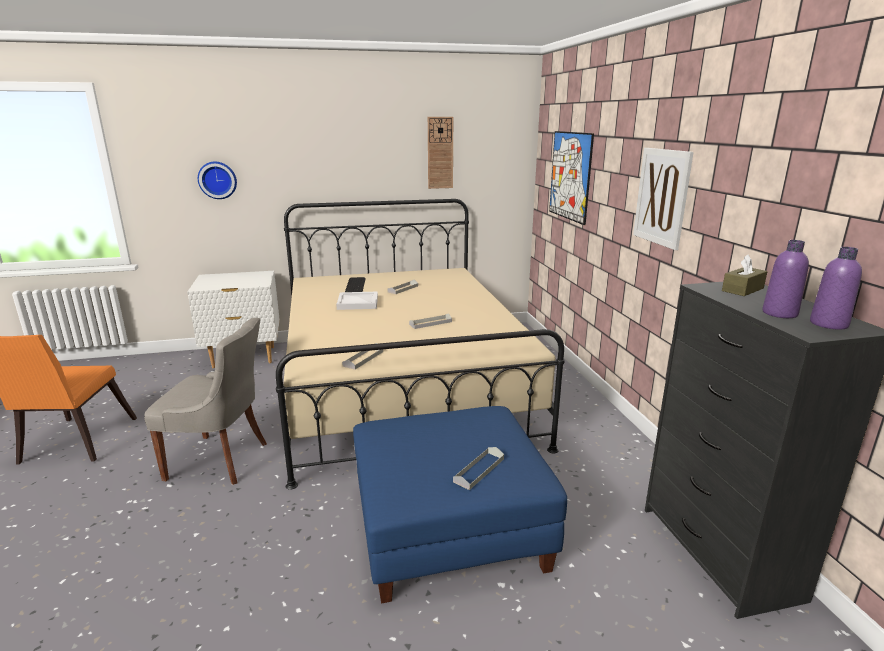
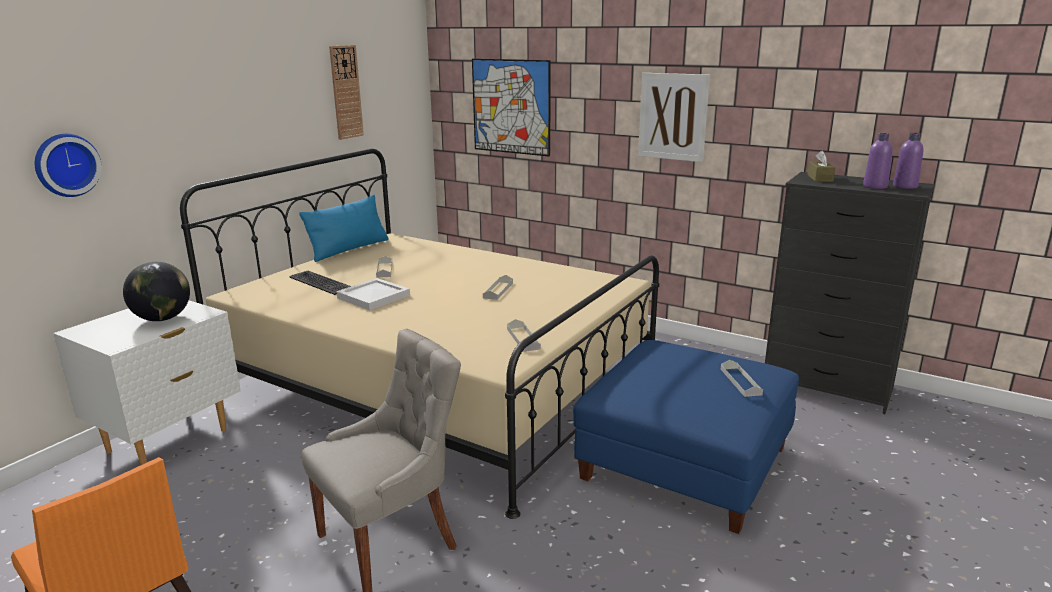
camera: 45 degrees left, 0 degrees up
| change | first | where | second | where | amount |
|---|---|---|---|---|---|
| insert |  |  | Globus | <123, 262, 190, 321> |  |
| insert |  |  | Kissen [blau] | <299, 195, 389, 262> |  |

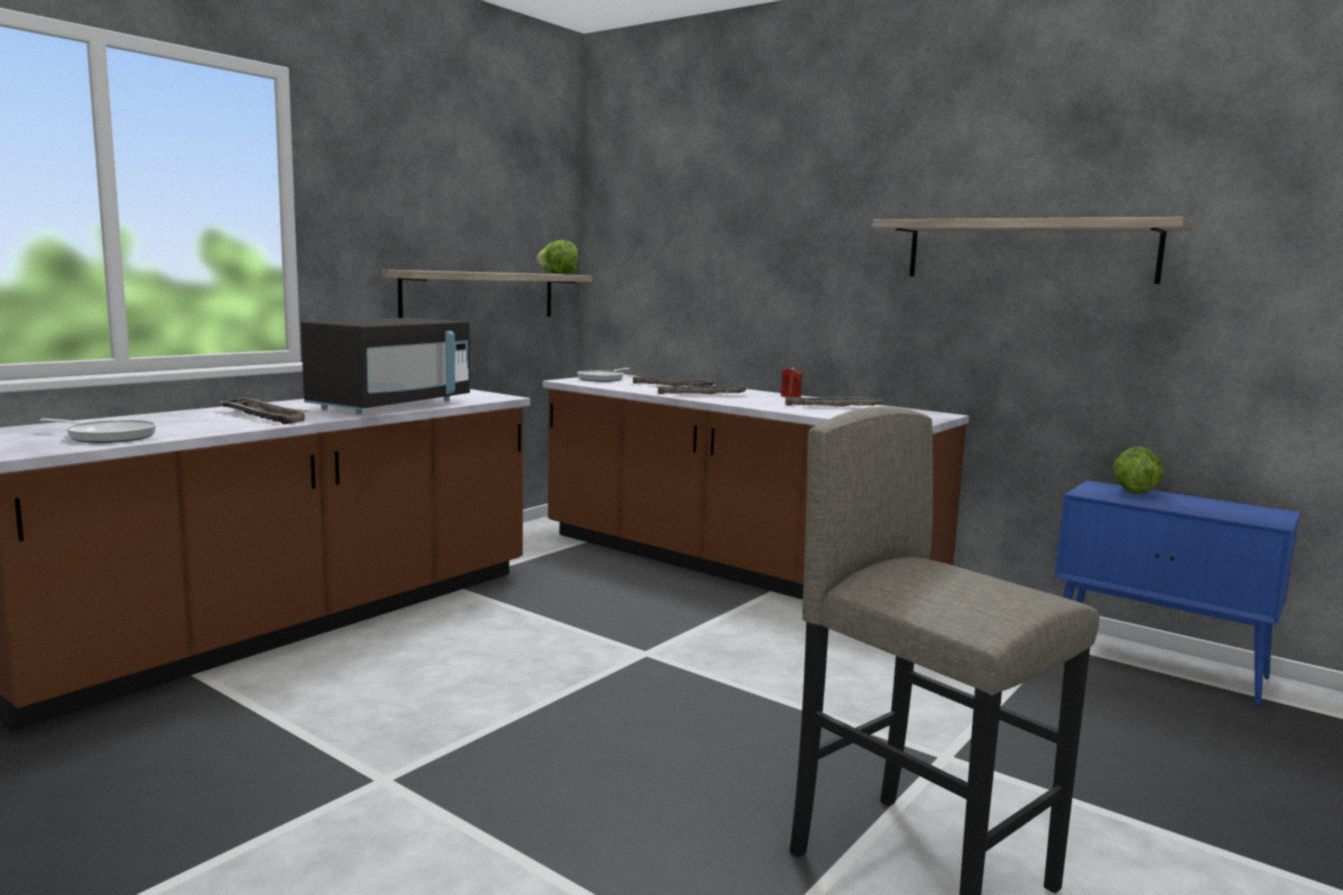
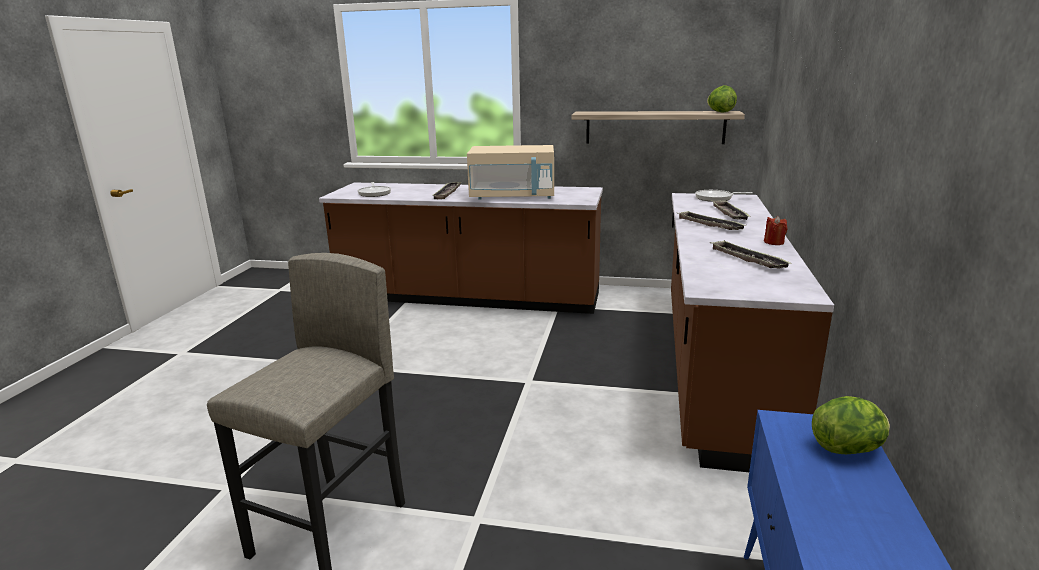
camera: 65 degrees right, 10 degrees up
| change | first | where | second | where | amount |
|---|---|---|---|---|---|
| recolor | Mikrowelle [schwarz] | <301, 318, 470, 414> | Mikrowelle [beige] | <467, 145, 554, 200> |  |
| delete | Wandregal | <872, 217, 1194, 284> |  |  |  |

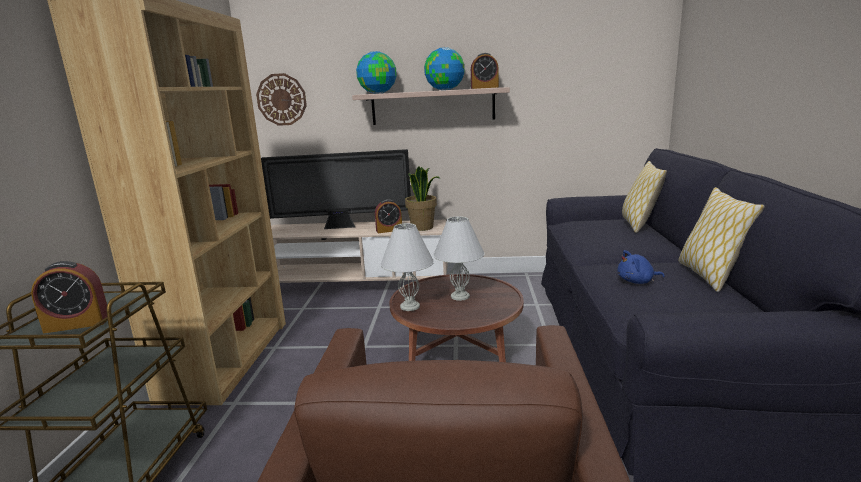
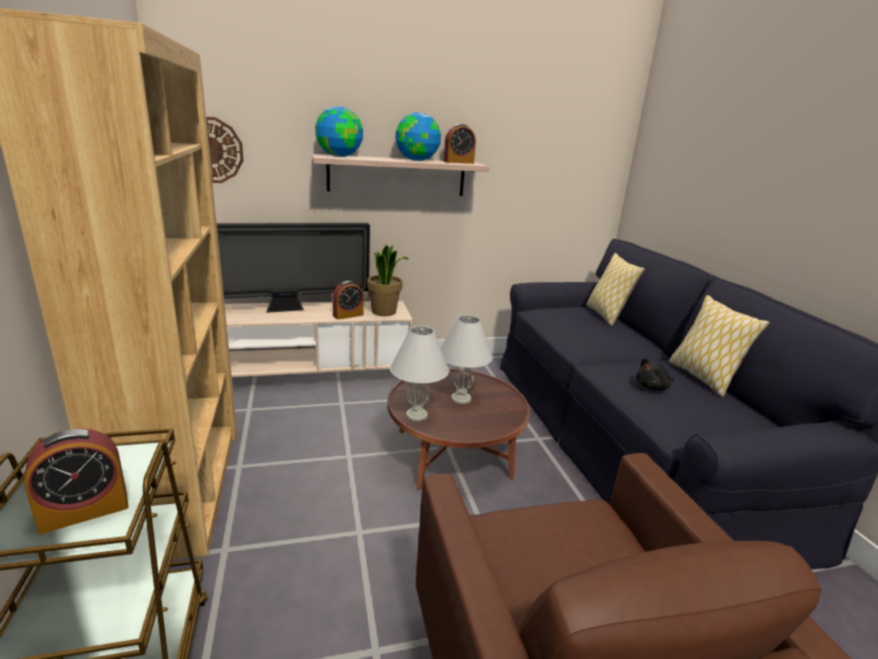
camera: 20 degrees left, 5 degrees up
| change | first | where | second | where | amount |
|---|---|---|---|---|---|
| recolor | Plüschtier [blau] | <617, 250, 665, 284> | Plüschtier [schwarz] | <636, 358, 674, 391> |  |

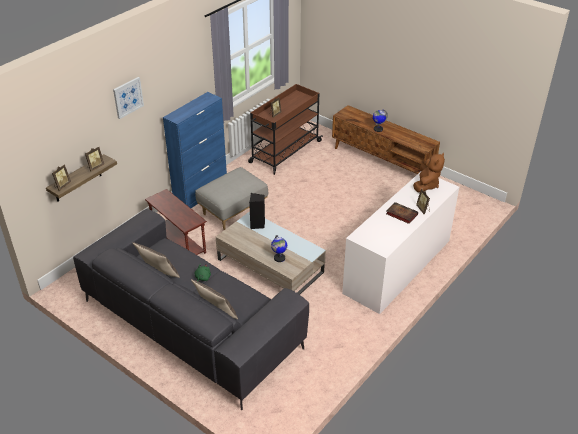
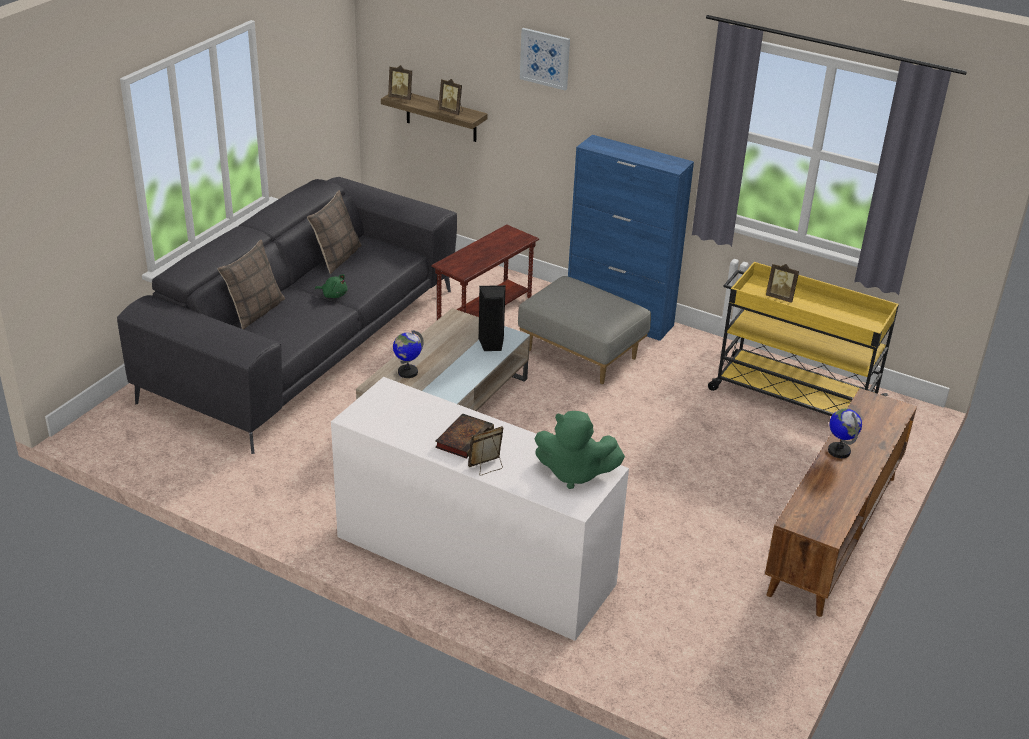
camera: 80 degrees right, 5 degrees down
| change | first | where | second | where | amount |
|---|---|---|---|---|---|
| recolor | Rollwagen [braun] | <248, 84, 323, 175> | Rollwagen [gelb] | <708, 262, 899, 416> |  |
| recolor | Plüschtier [braun] | <413, 153, 445, 192> | Plüschtier [grün] | <534, 411, 625, 489> |  |

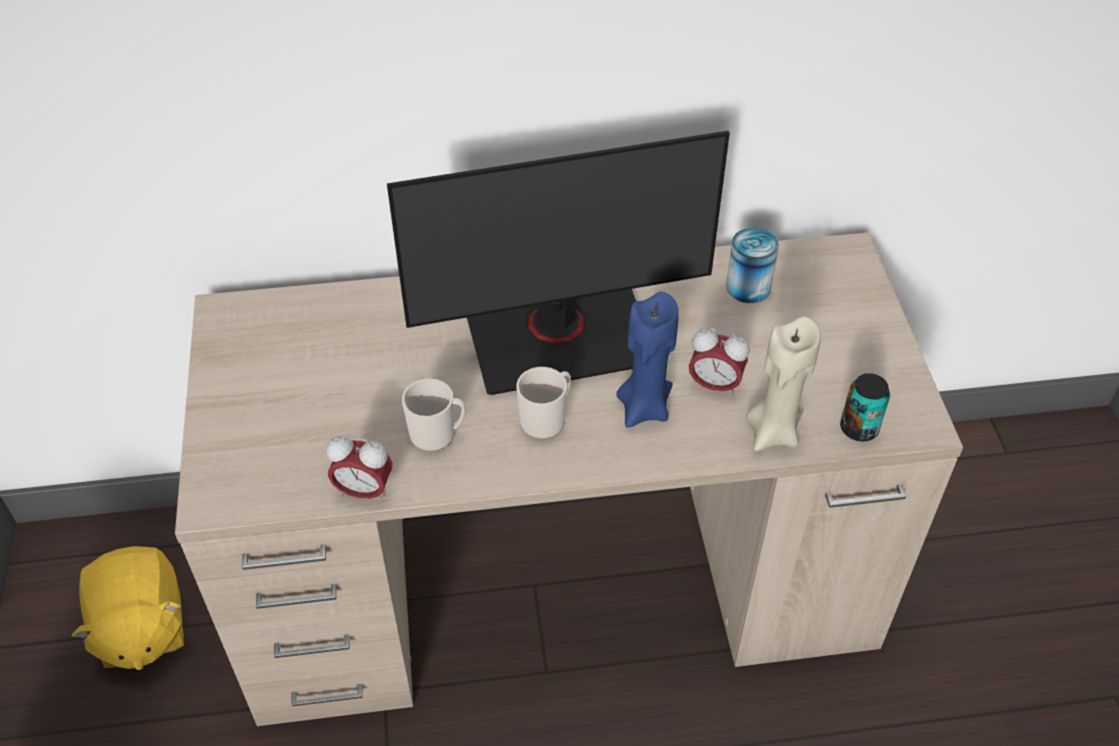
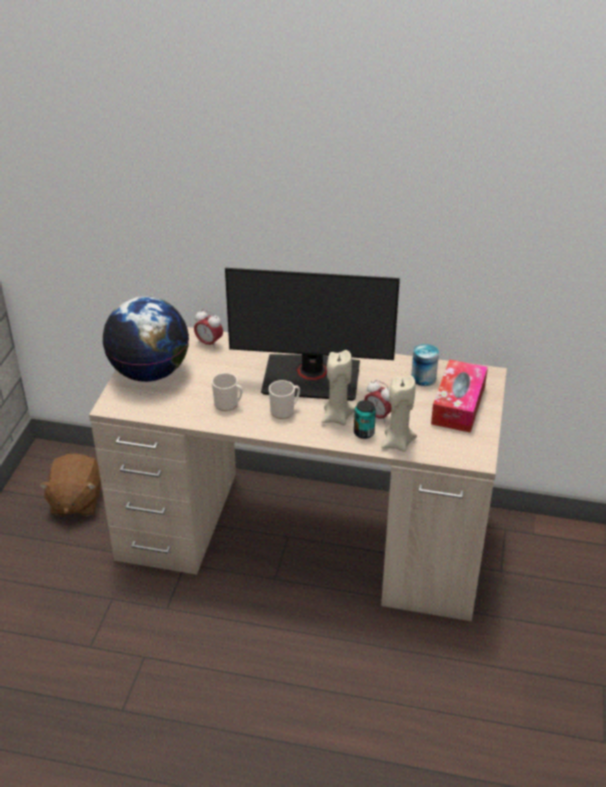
camera: 20 degrees right, 10 degrees down
| change | first | where | second | where | amount |
|---|---|---|---|---|---|
| recolor | Plüschtier [gelb] | <72, 546, 184, 670> | Plüschtier [braun] | <39, 453, 101, 516> |  |
| move | Wecker | <326, 435, 393, 503> |  | <194, 309, 223, 349> |  |
| recolor | Kerze [blau] | <616, 292, 679, 428> | Kerze [beige] | <322, 350, 355, 425> |  |
| move | Dose | <840, 373, 890, 441> |  | <354, 400, 376, 439> |  |
| insert |  |  | Globus | <102, 296, 189, 382> |  |
| insert |  |  | Taschentuchbox | <431, 359, 488, 433> |  |

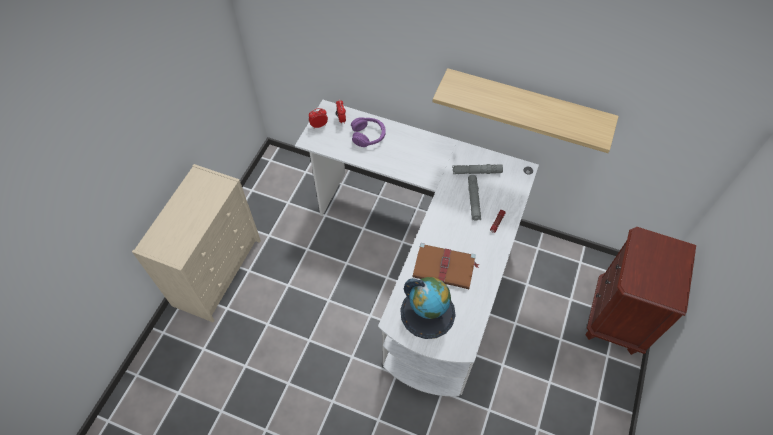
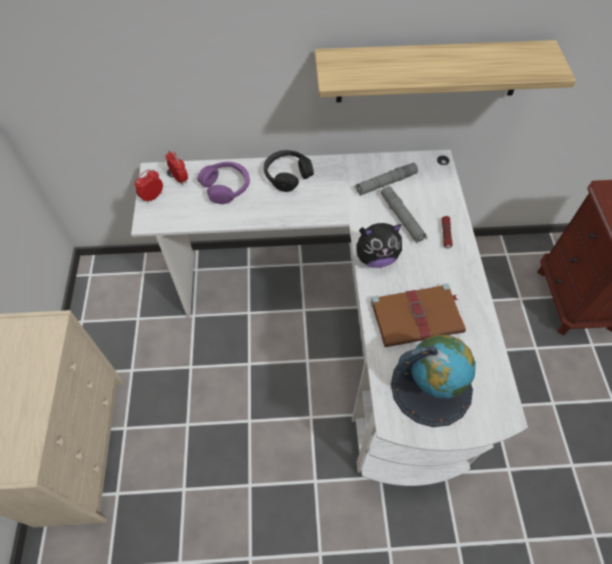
camera: 25 degrees left, 0 degrees up
| change | first | where | second | where | amount |
|---|---|---|---|---|---|
| insert |  |  | Kopfhörer [schwarz] | <264, 150, 314, 192> |  |
| insert |  |  | Plüschtier | <356, 223, 402, 268> |  |

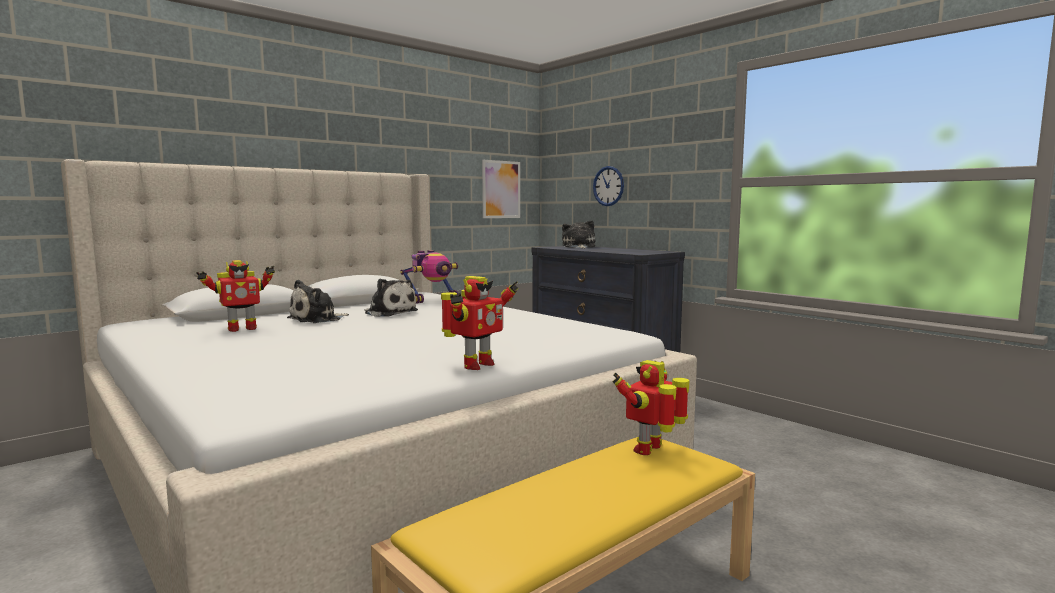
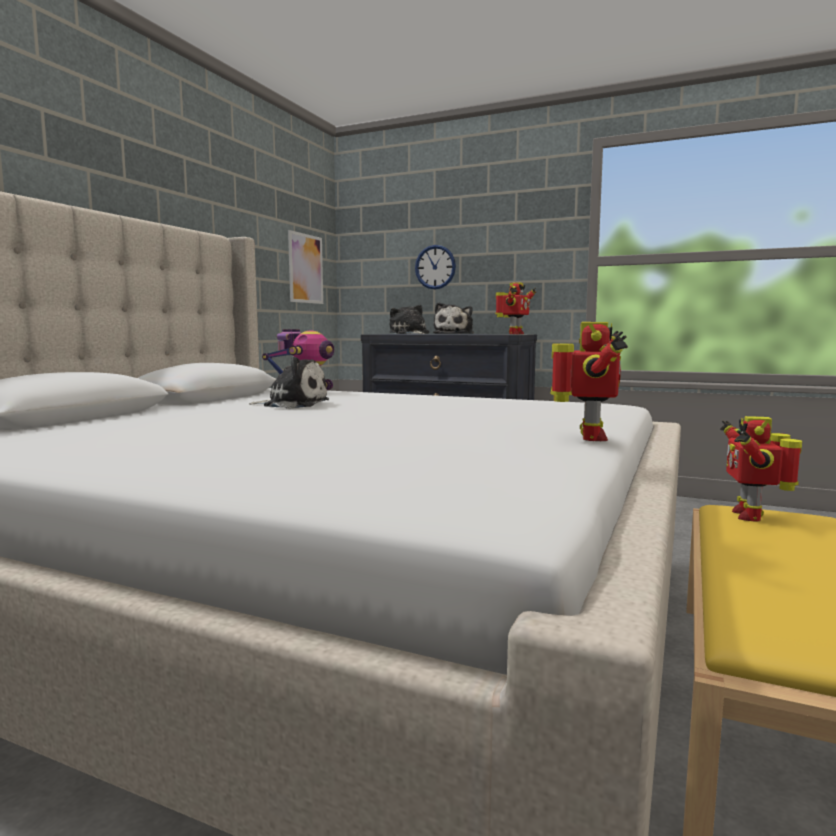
camera: 25 degrees left, 0 degrees up
| change | first | where | second | where | amount |
|---|---|---|---|---|---|
| move | Spielzeugroboter | <196, 260, 275, 332> |  | <495, 282, 536, 334> |  |
| move | Plüschtier | <287, 280, 349, 323> |  | <433, 303, 474, 334> |  |

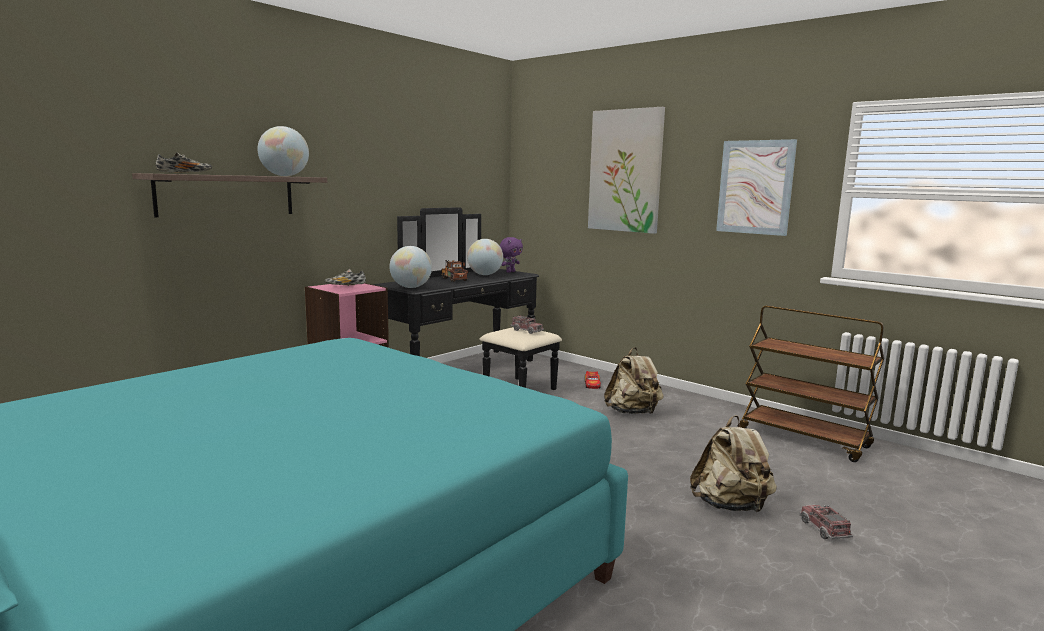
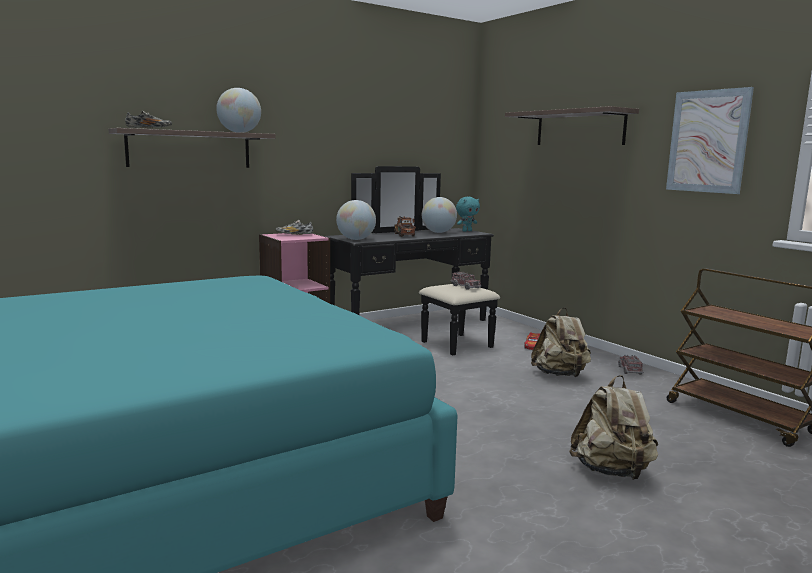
camera: 15 degrees right, 0 degrees up
| change | first | where | second | where | amount |
|---|---|---|---|---|---|
| recolor | Plüschtier [lila] | <499, 237, 523, 273> | Plüschtier [türkis] | <456, 197, 480, 232> |  |
| replace | Bild | <588, 107, 665, 234> | Wandregal | <505, 106, 639, 145> |  |
| move | Spielzeuglaster | <799, 504, 853, 539> |  | <618, 355, 644, 375> |  |

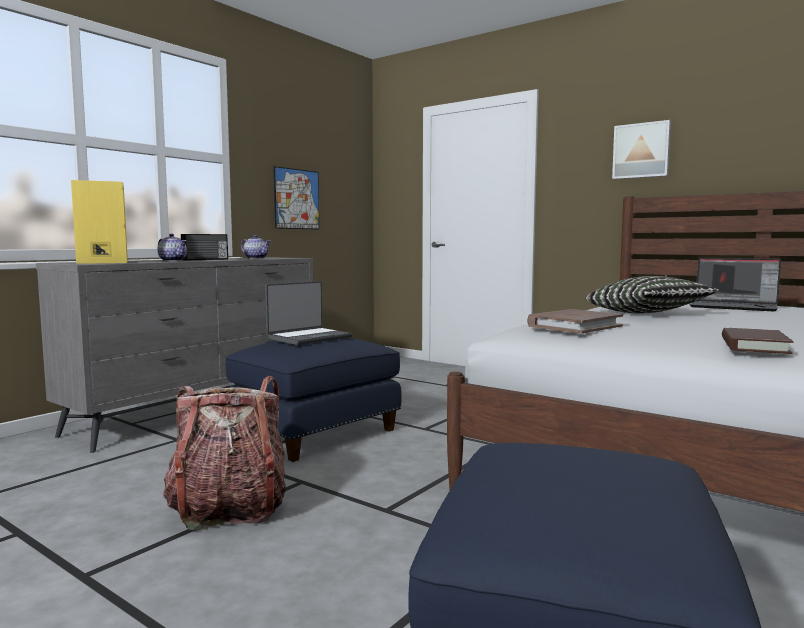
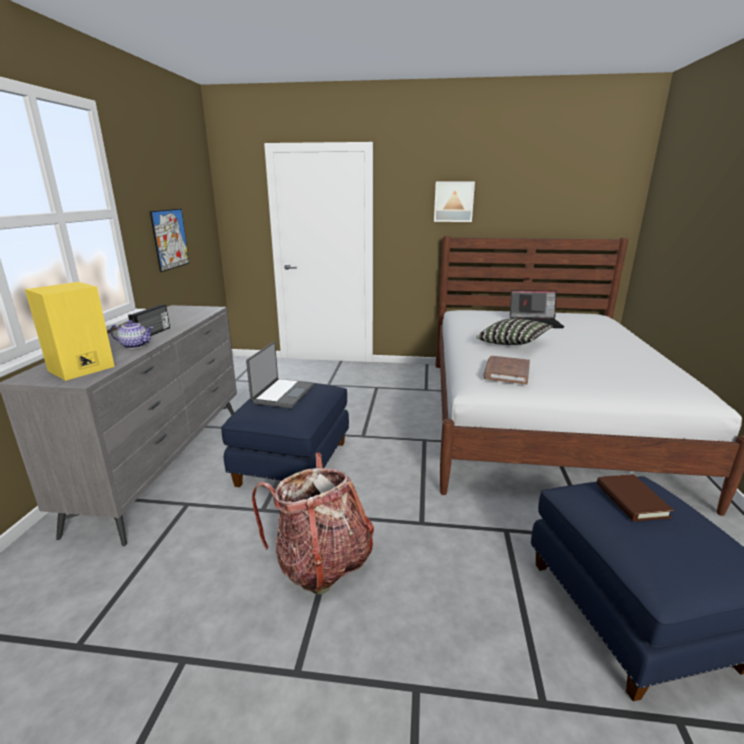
camera: 30 degrees left, 15 degrees up
| change | first | where | second | where | amount |
|---|---|---|---|---|---|
| delete | Teekanne | <241, 235, 270, 259> |  |  |  |
| move | Buch [braun] | <722, 328, 793, 354> |  | <597, 474, 674, 522> |  |

